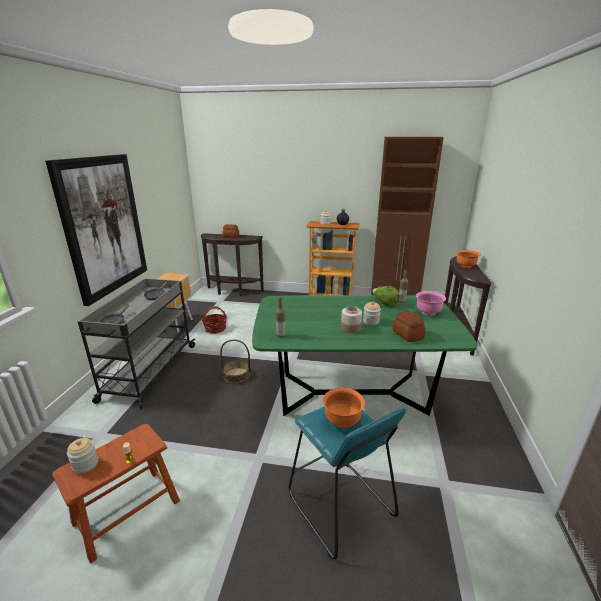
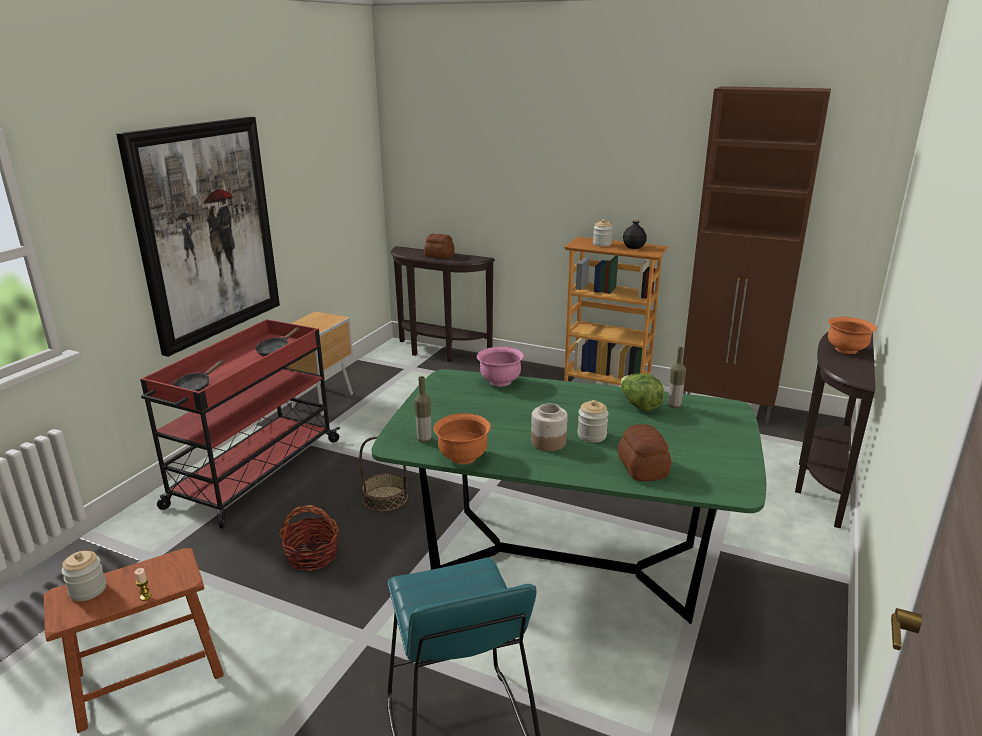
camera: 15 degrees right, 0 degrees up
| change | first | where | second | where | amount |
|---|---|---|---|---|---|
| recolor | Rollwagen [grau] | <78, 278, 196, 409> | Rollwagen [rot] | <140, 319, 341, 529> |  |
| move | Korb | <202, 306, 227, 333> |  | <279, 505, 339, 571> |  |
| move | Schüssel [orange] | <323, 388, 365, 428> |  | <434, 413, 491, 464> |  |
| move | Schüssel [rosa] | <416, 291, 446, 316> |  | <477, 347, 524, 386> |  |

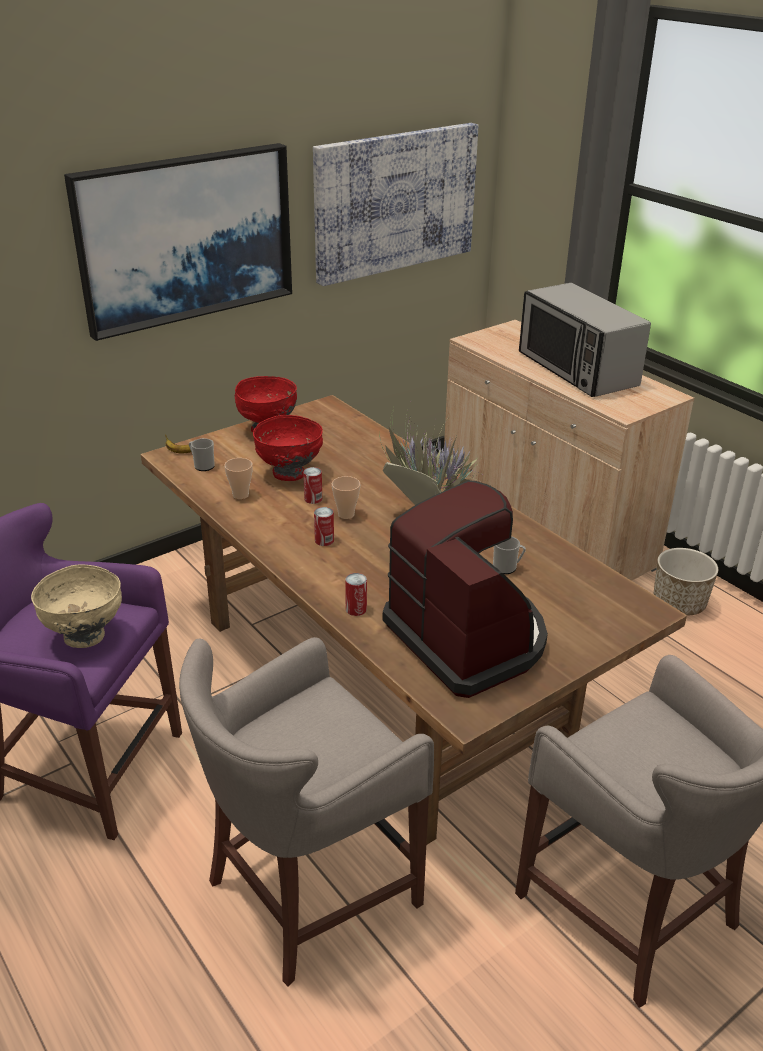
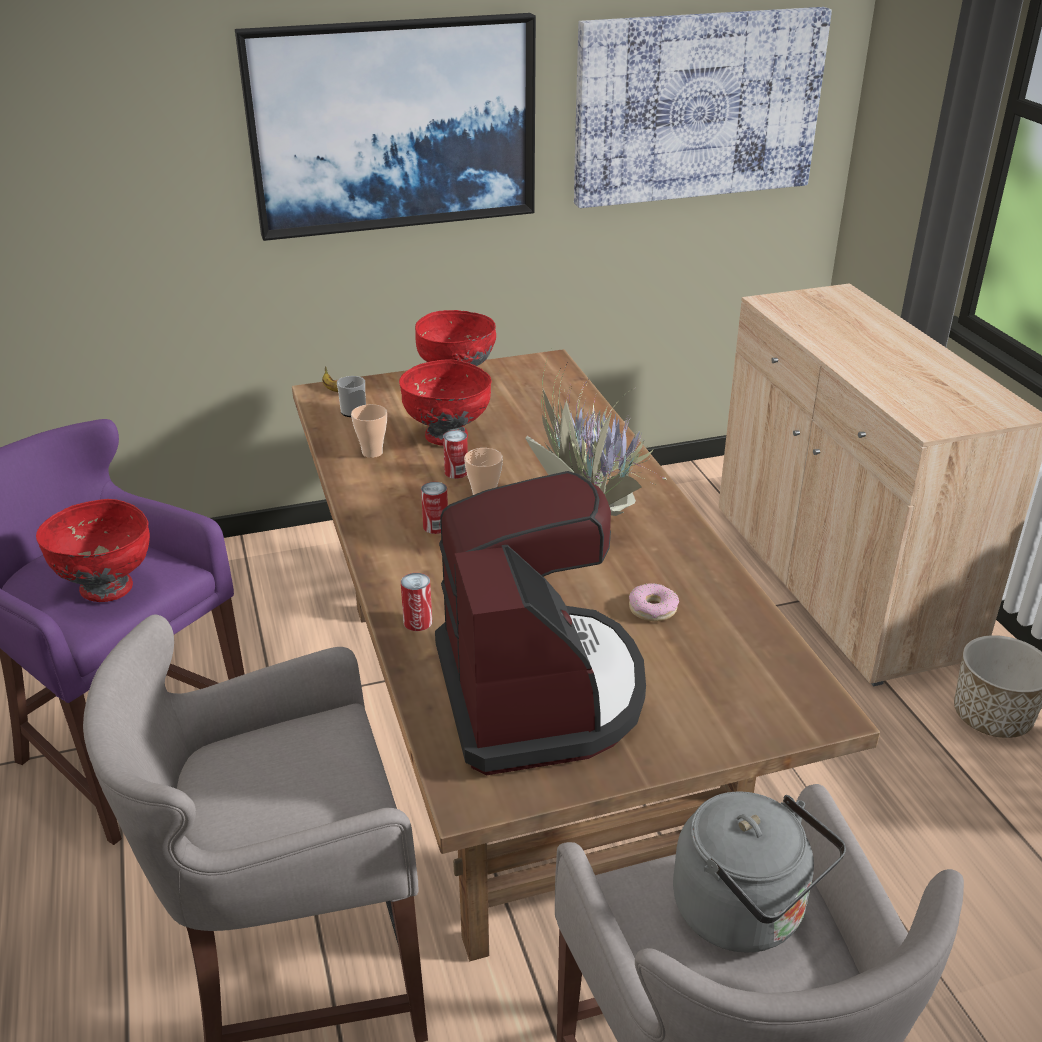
camera: 20 degrees right, 0 degrees up
| change | first | where | second | where | amount |
|---|---|---|---|---|---|
| recolor | Schüssel [beige] | <31, 564, 122, 648> | Schüssel [rot] | <36, 499, 150, 602> |  |
| replace | Henkelbecher | <493, 536, 526, 574> | Donut | <629, 583, 679, 622> |  |
| delete | Mikrowelle | <519, 283, 651, 397> |  |  |  |
| insert |  |  | Wasserkessel [grau] | <673, 792, 846, 953> |  |

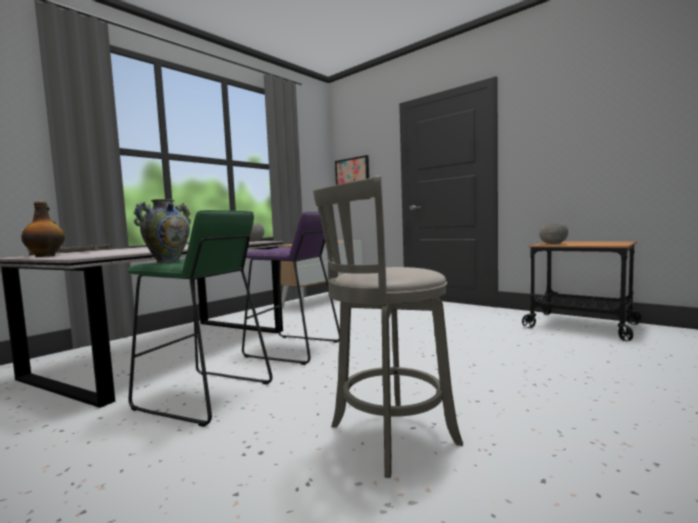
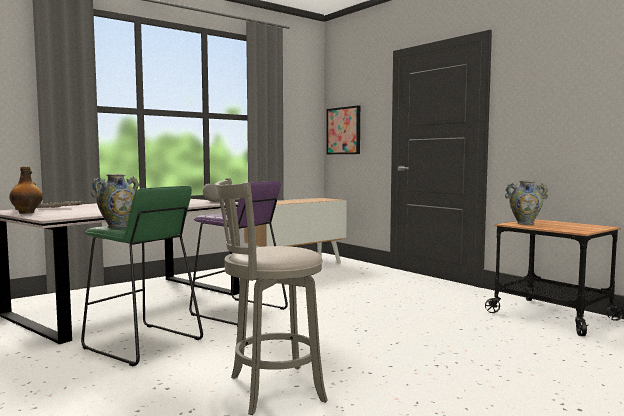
camera: 10 degrees right, 0 degrees up
| change | first | where | second | where | amount |
|---|---|---|---|---|---|
| replace | Schüssel [grau] | <539, 224, 568, 244> | Vase | <505, 181, 548, 225> |  |

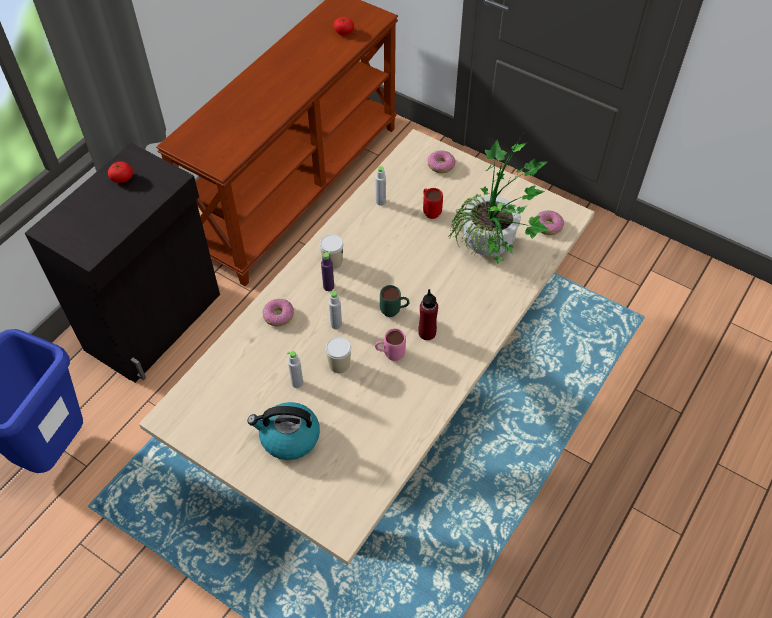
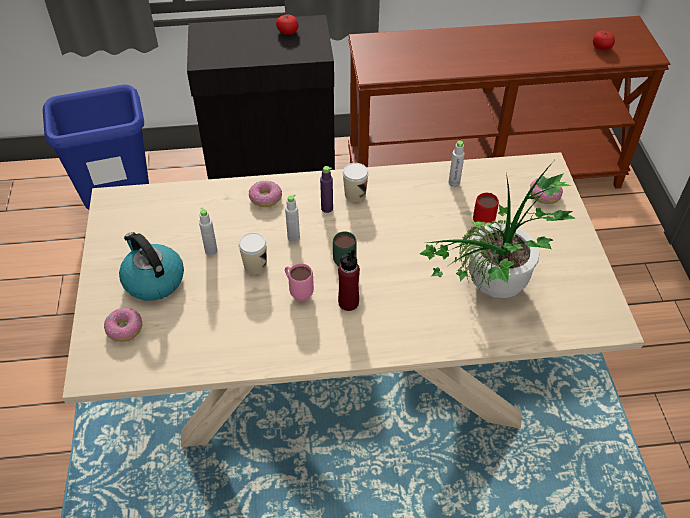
camera: 50 degrees right, 5 degrees down
| change | first | where | second | where | amount |
|---|---|---|---|---|---|
| move | Donut | <537, 210, 564, 235> |  | <104, 308, 142, 342> |  |

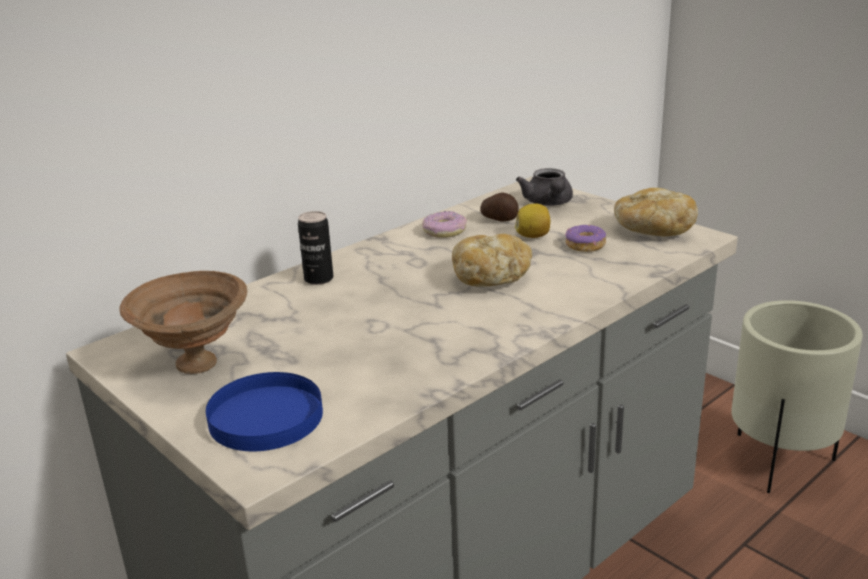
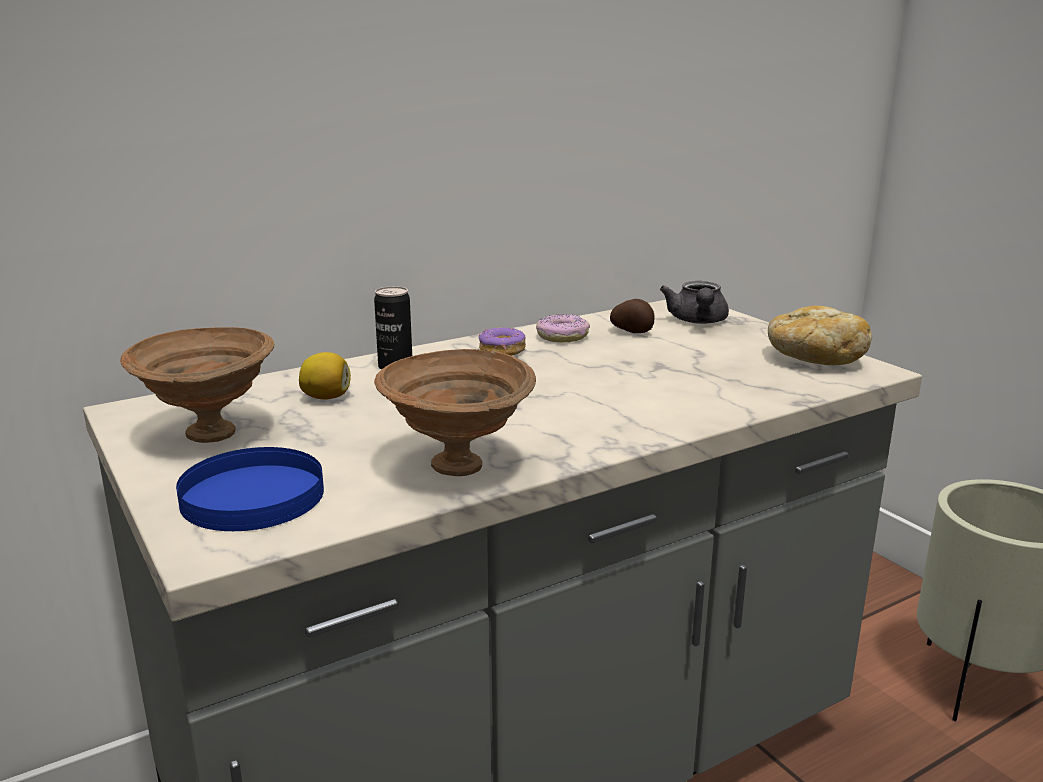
camera: 10 degrees right, 5 degrees down
| change | first | where | second | where | amount |
|---|---|---|---|---|---|
| delete | Brot | <452, 234, 532, 287> |  |  |  |
| move | Zitrone | <515, 204, 550, 238> |  | <299, 352, 351, 400> |  |
| move | Donut | <565, 225, 606, 252> |  | <479, 327, 526, 356> |  |
| insert |  |  | Schüssel [braun] | <374, 349, 536, 476> |  |

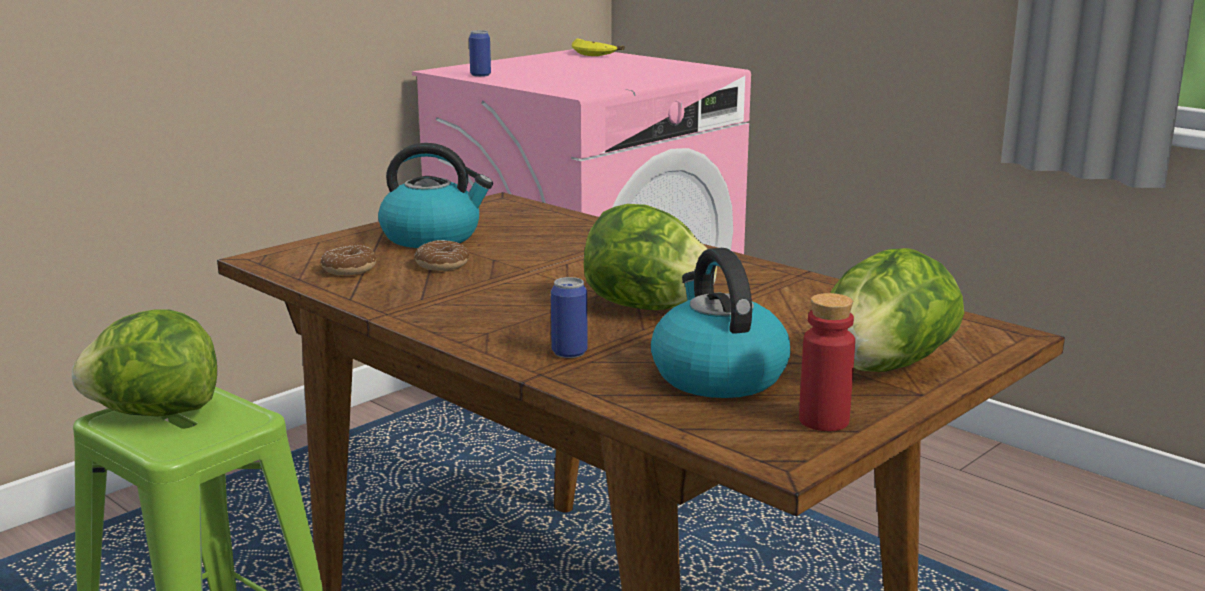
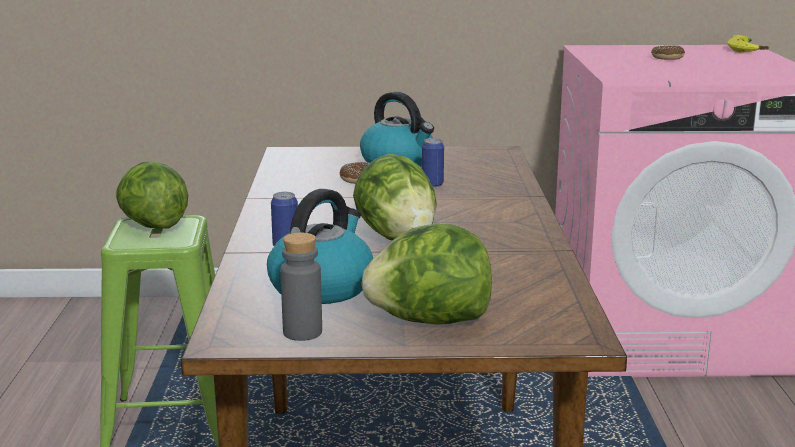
camera: 45 degrees right, 0 degrees up
| change | first | where | second | where | amount |
|---|---|---|---|---|---|
| move | Donut | <320, 245, 376, 275> |  | <651, 45, 685, 60> |  |
| move | Dose | <469, 30, 491, 77> |  | <422, 138, 444, 187> |  |
| recolor | Flasche [rot] | <799, 293, 855, 431> | Flasche [grau] | <281, 233, 322, 341> |  |

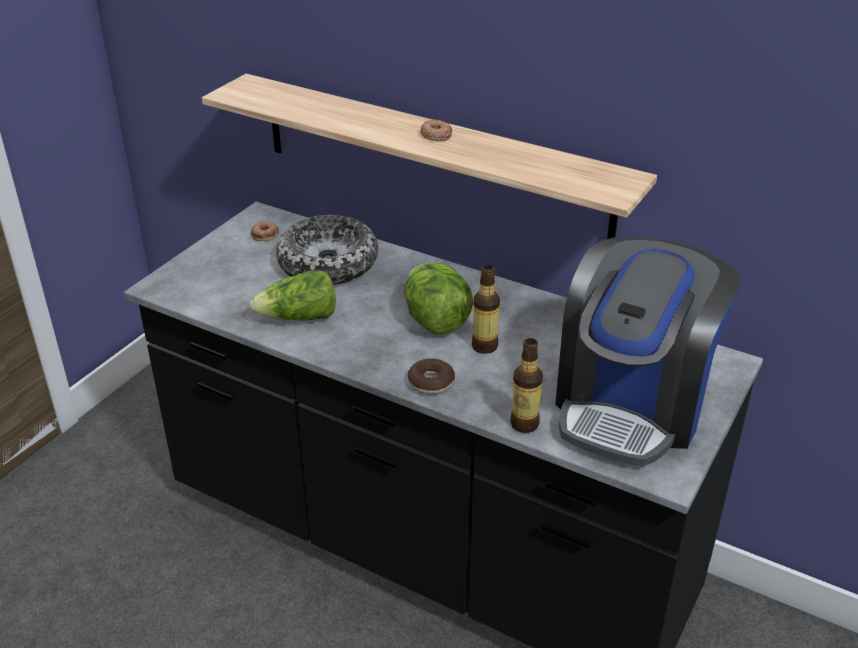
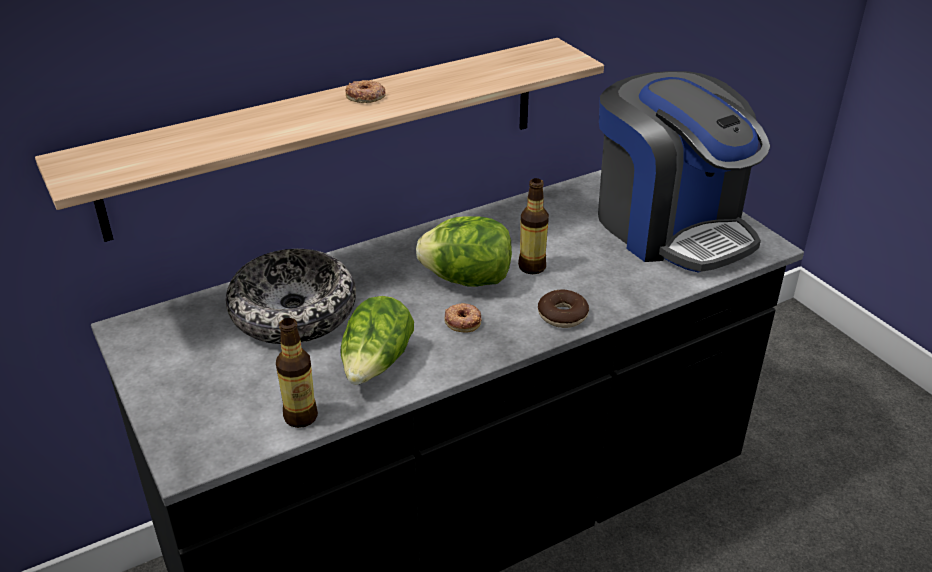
camera: 60 degrees left, 0 degrees up
| change | first | where | second | where | amount |
|---|---|---|---|---|---|
| move | Donut | <251, 221, 279, 241> |  | <444, 303, 482, 332> |  |
| move | Flasche | <510, 338, 543, 433> |  | <276, 318, 318, 428> |  |

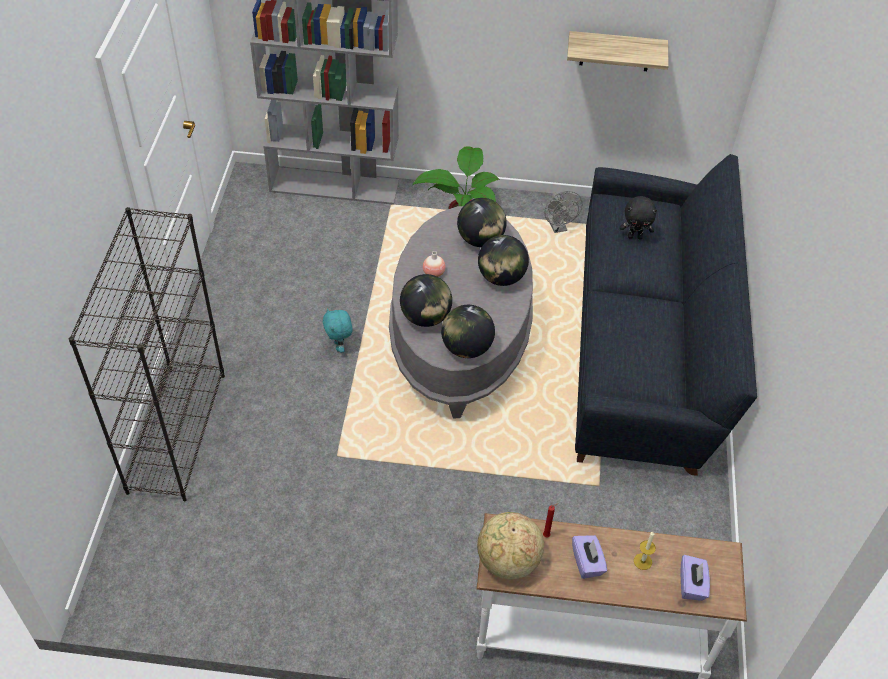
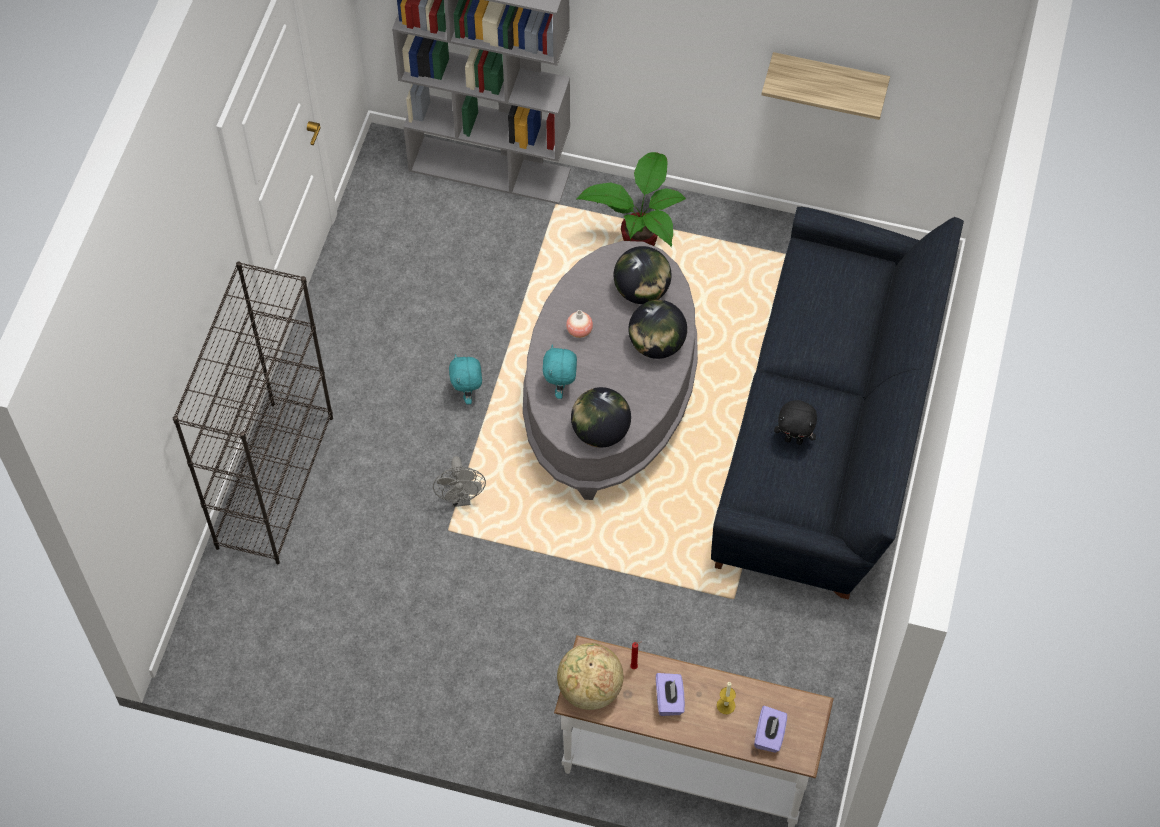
camera: 10 degrees right, 10 degrees up
| change | first | where | second | where | amount |
|---|---|---|---|---|---|
| replace | Globus | <400, 274, 452, 327> | Plüschtier [türkis] | <543, 344, 577, 399> |  |
| move | Ventilator [grau] | <545, 191, 582, 233> |  | <433, 456, 486, 507> |  |
| move | Plüschtier [schwarz] | <620, 196, 657, 239> |  | <774, 400, 817, 445> |  |

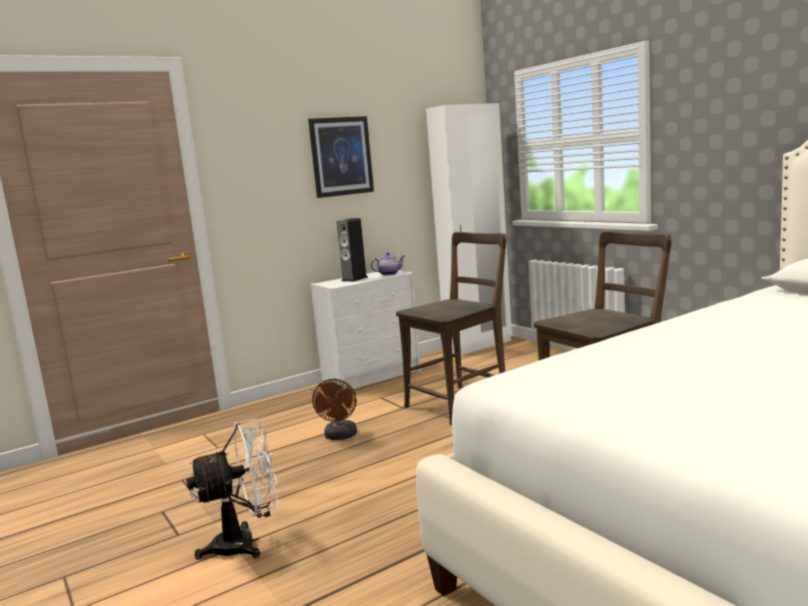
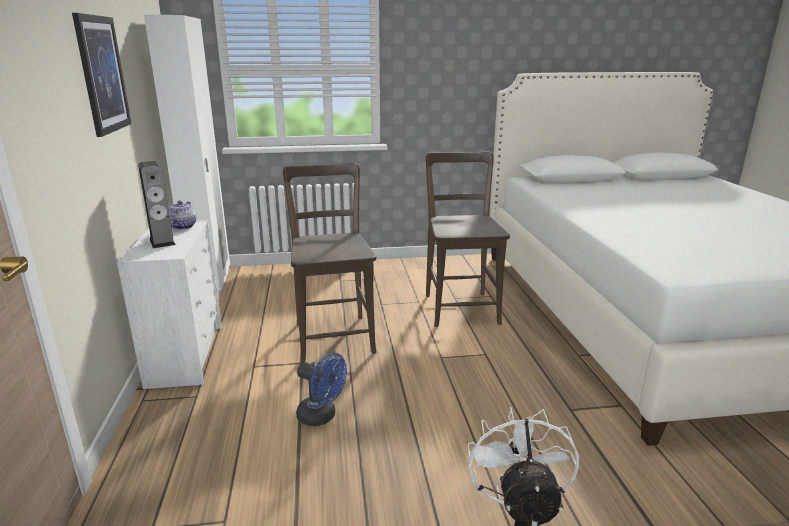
camera: 65 degrees left, 10 degrees up
| change | first | where | second | where | amount |
|---|---|---|---|---|---|
| recolor | Ventilator [braun] | <312, 379, 357, 440> | Ventilator [blau] | <296, 353, 347, 426> |  |

